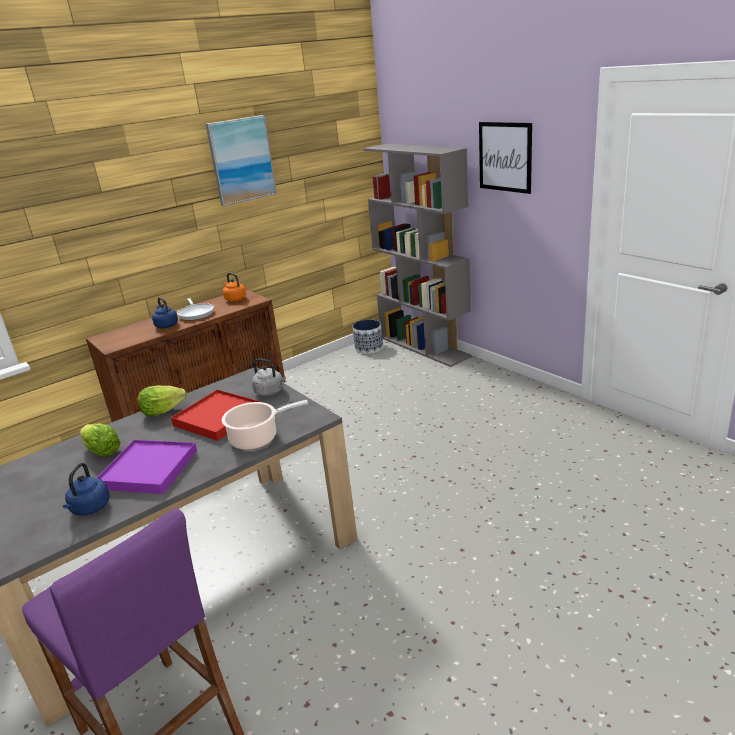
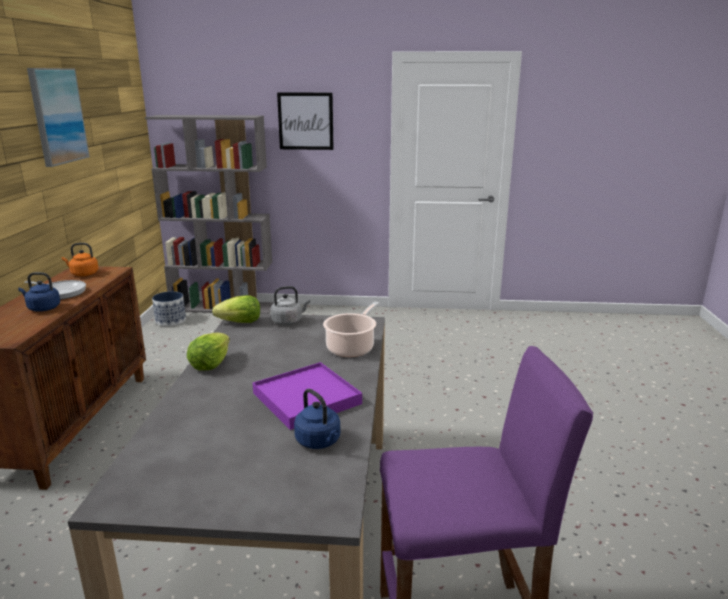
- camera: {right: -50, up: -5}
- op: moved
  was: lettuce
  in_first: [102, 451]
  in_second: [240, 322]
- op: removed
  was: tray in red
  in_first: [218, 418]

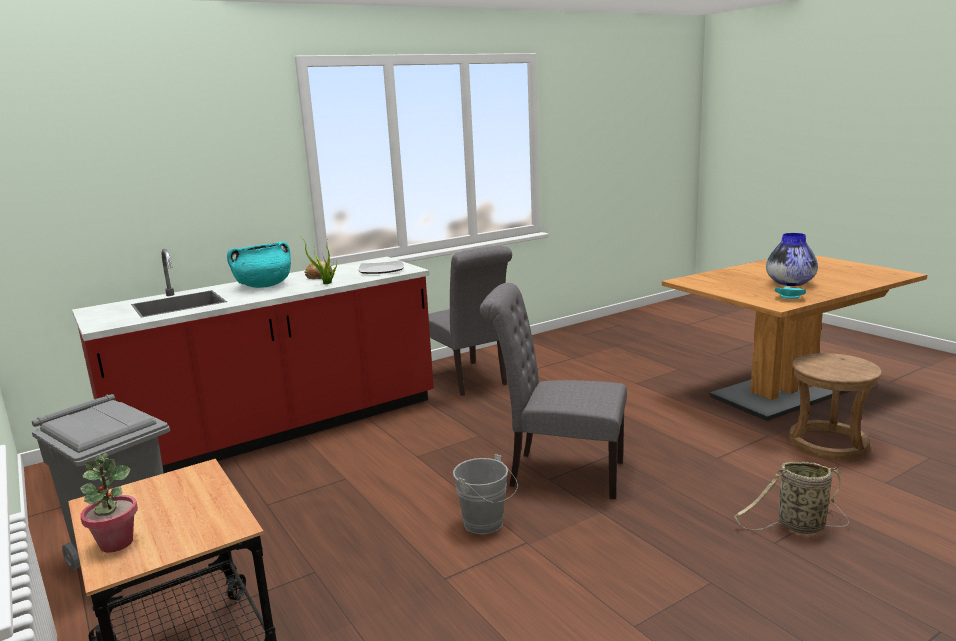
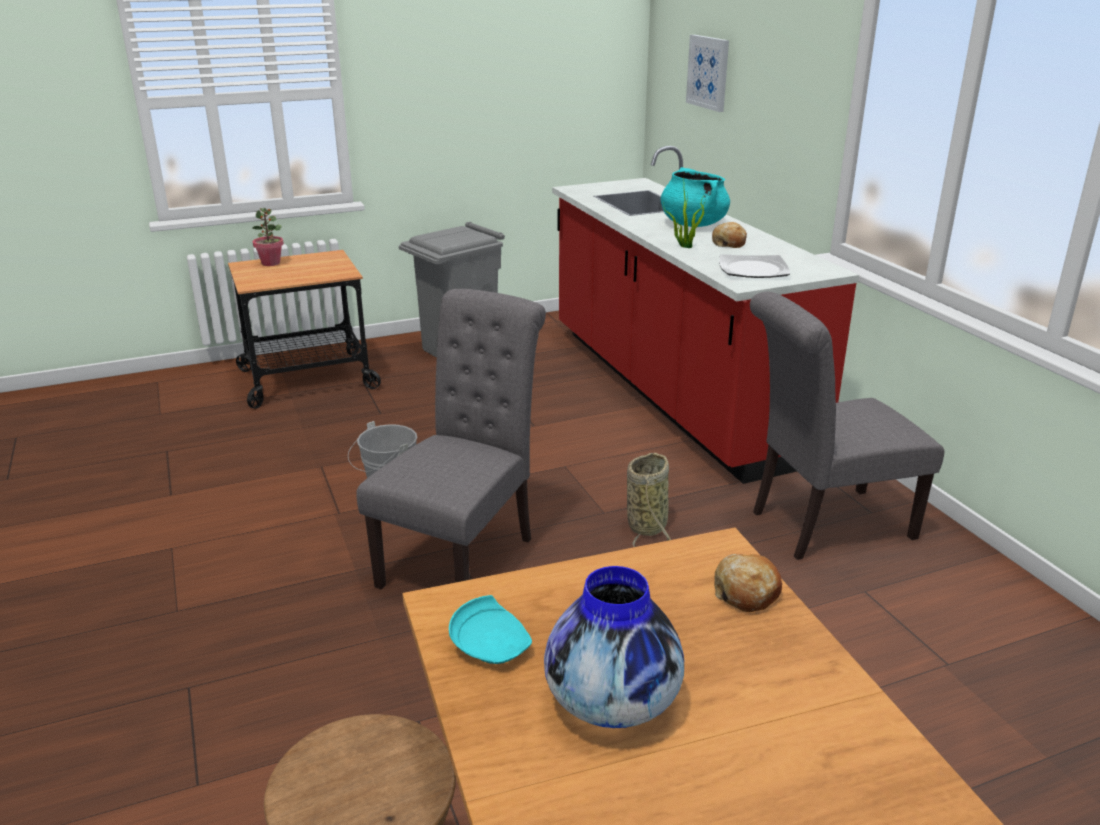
- camera: {right: 100, up: 10}
- op: moved
  was: basket
  in_first: [797, 526]
  in_second: [647, 524]
- op: added
  now: picture
  in_second: [708, 72]
- op: added
  now: bread
  in_second: [746, 592]

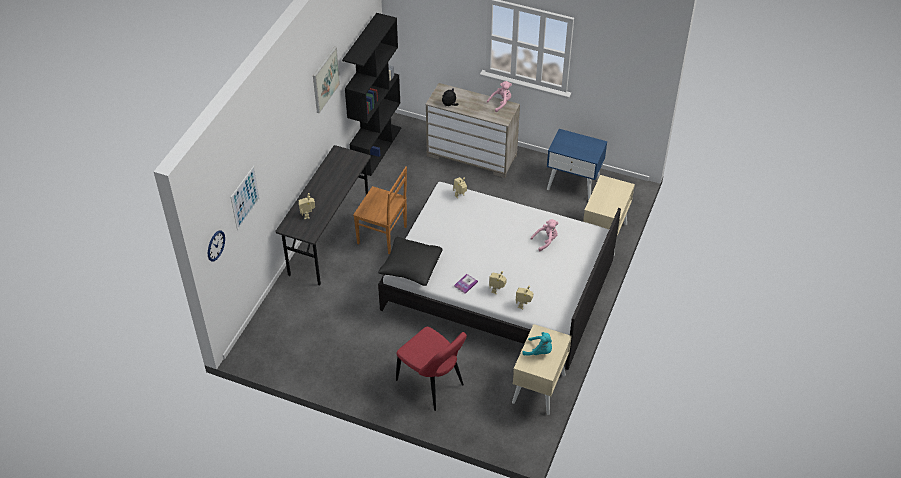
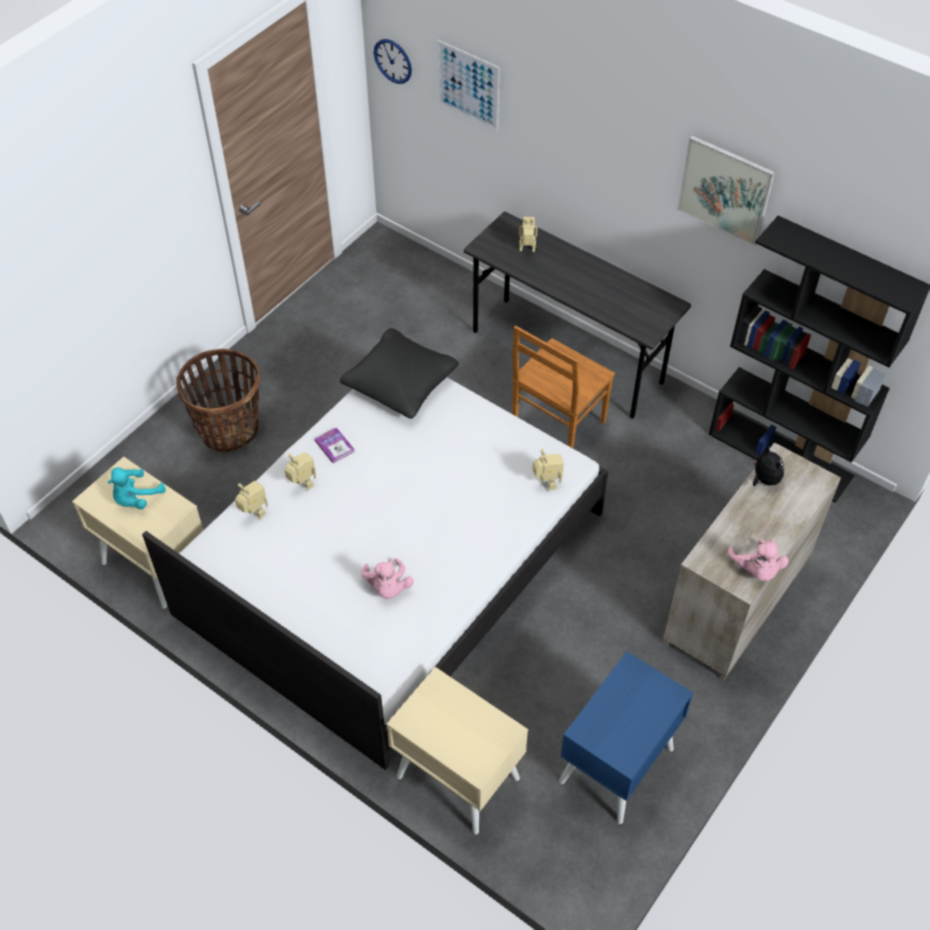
- camera: {right: 105, up: 5}
- op: replaced
  was: chair in red
  now: basket
  in_first: [432, 384]
  in_second: [229, 429]

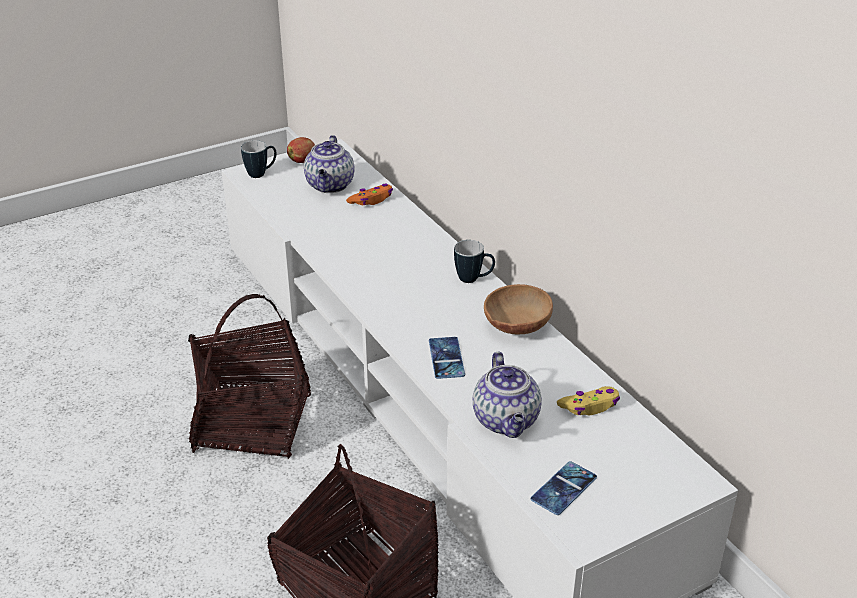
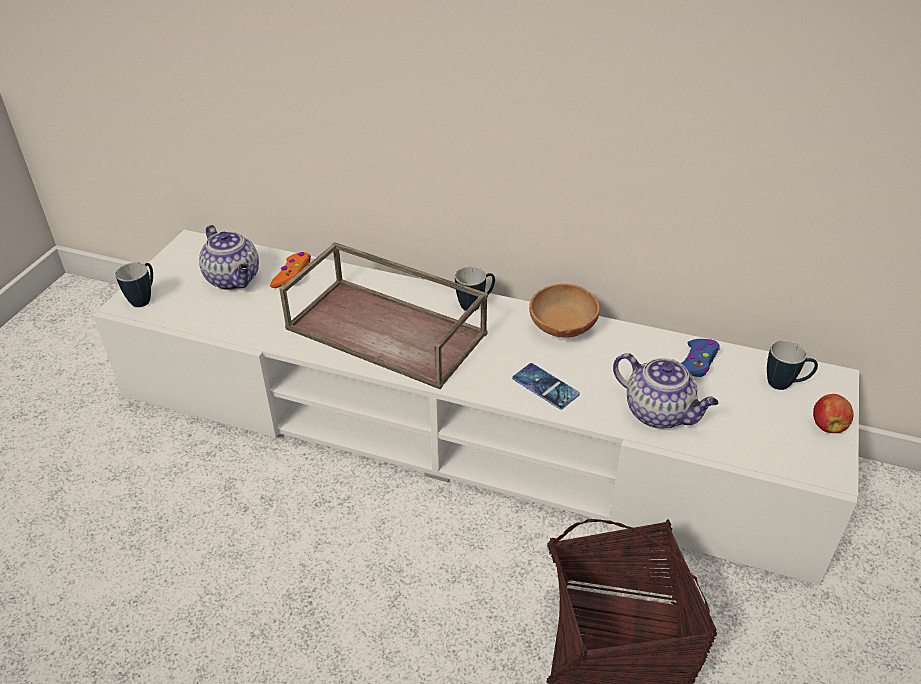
- camera: {right: -40, up: 5}
- op: removed
  was: basket
  in_first: [253, 423]
- op: moved
  was: apple
  in_first: [302, 161]
  in_second: [827, 425]
- op: removed
  was: phone
  in_first: [564, 488]
- op: recoloured
  was: game controller in yellow
  now: game controller in blue
  in_first: [590, 406]
  in_second: [695, 364]
- op: added
  now: tray in brown
  in_second: [389, 330]
- op: added
  now: mug
  in_second: [785, 384]

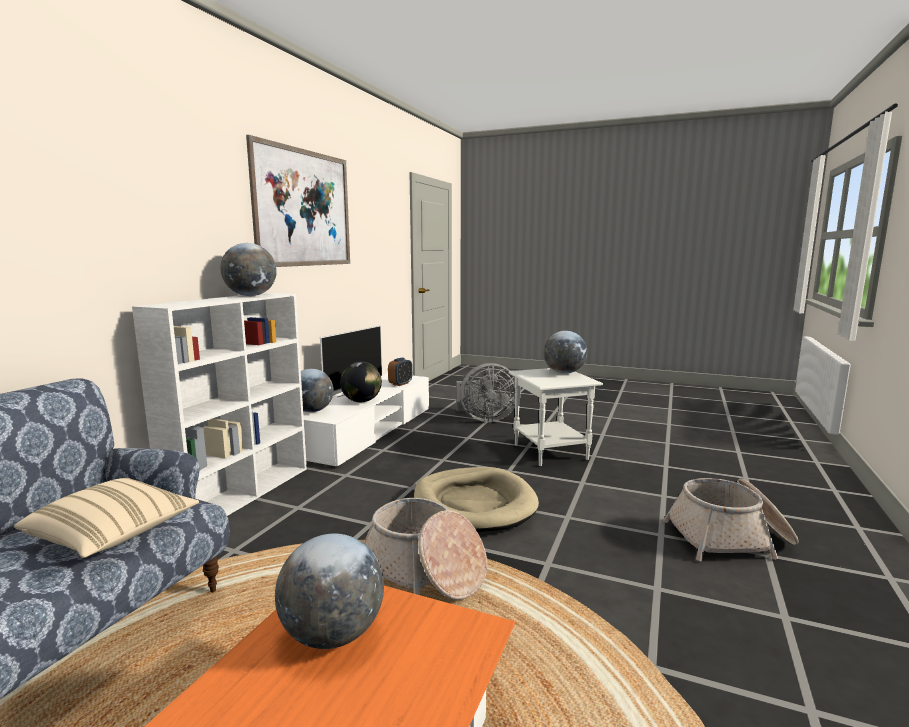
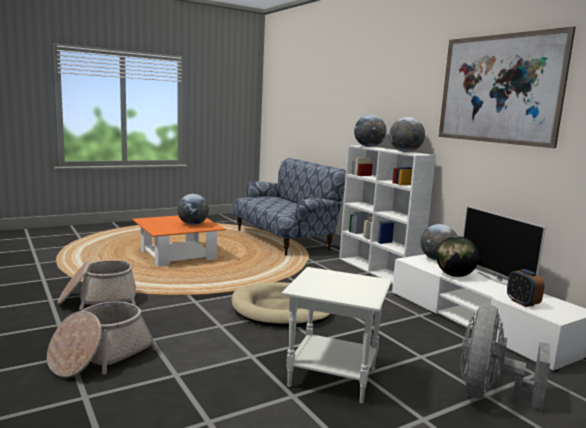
- camera: {right: 125, up: 0}
- op: removed
  was: pillow in beige
  in_first: [113, 536]
- op: moved
  was: basket
  in_first: [424, 571]
  in_second: [99, 299]
- op: moved
  was: globe
  in_first: [564, 372]
  in_second: [368, 147]

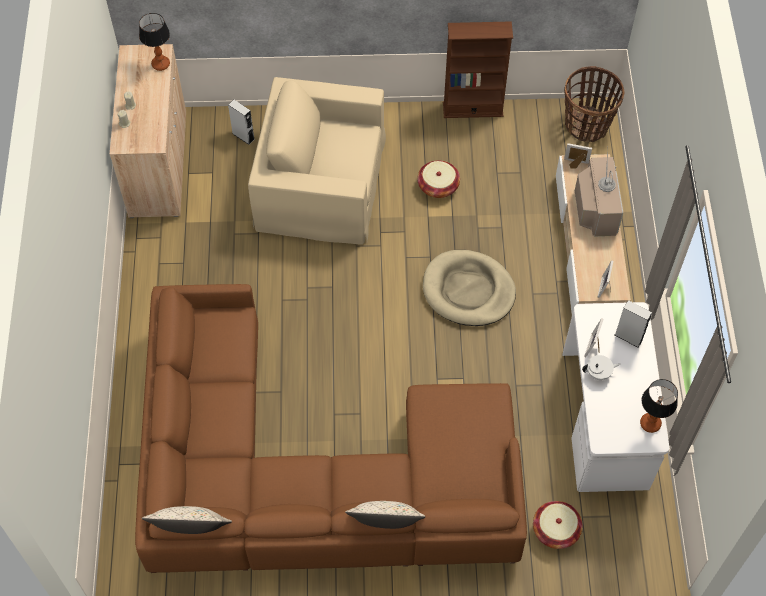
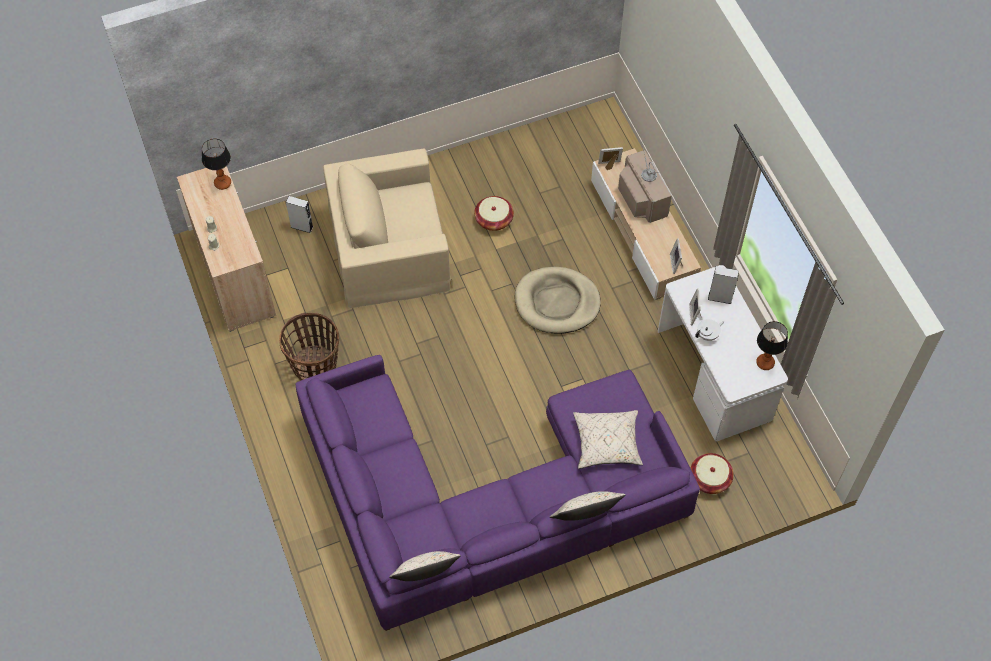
- camera: {right: -20, up: 0}
- op: recoloured
  was: sofa in brown
  now: sofa in purple
  in_first: [310, 474]
  in_second: [487, 501]
- op: removed
  was: bookcase in brown
  in_first: [472, 109]
- op: moved
  was: basket
  in_first: [587, 125]
  in_second: [315, 366]
- op: added
  now: pillow in beige
  in_second: [607, 443]

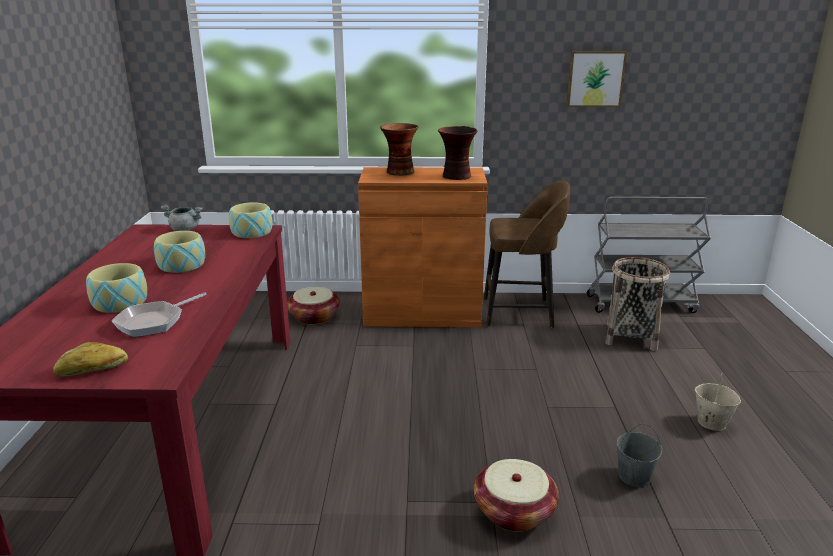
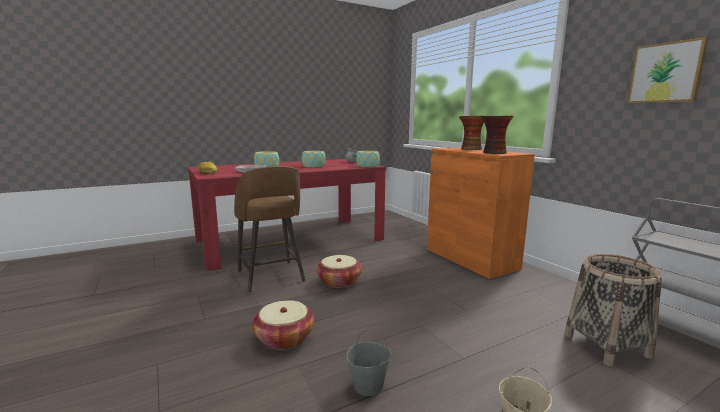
- camera: {right: 60, up: -10}
- op: moved
  was: basket
  in_first: [314, 317]
  in_second: [339, 281]
- op: moved
  was: stool in brown
  in_first: [520, 313]
  in_second: [271, 277]

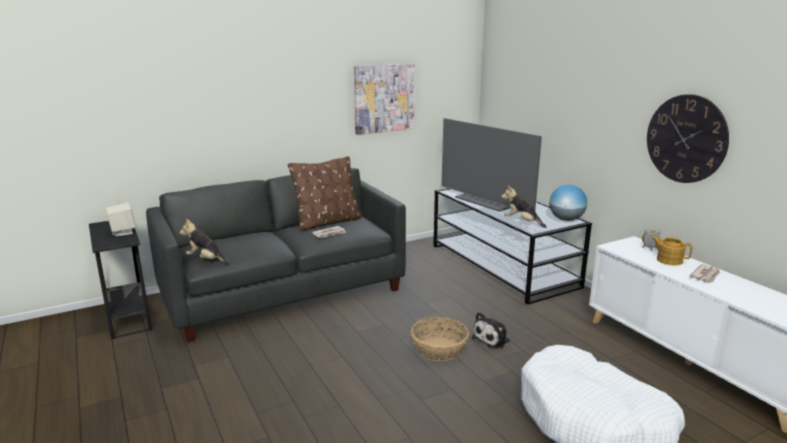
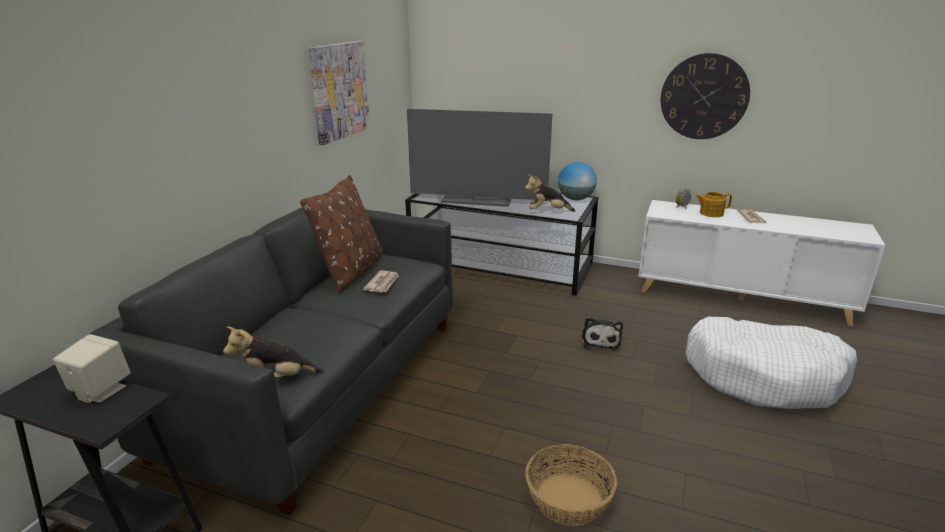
- camera: {right: -40, up: 5}
- op: moved
  was: basket
  in_first: [439, 349]
  in_second: [568, 499]

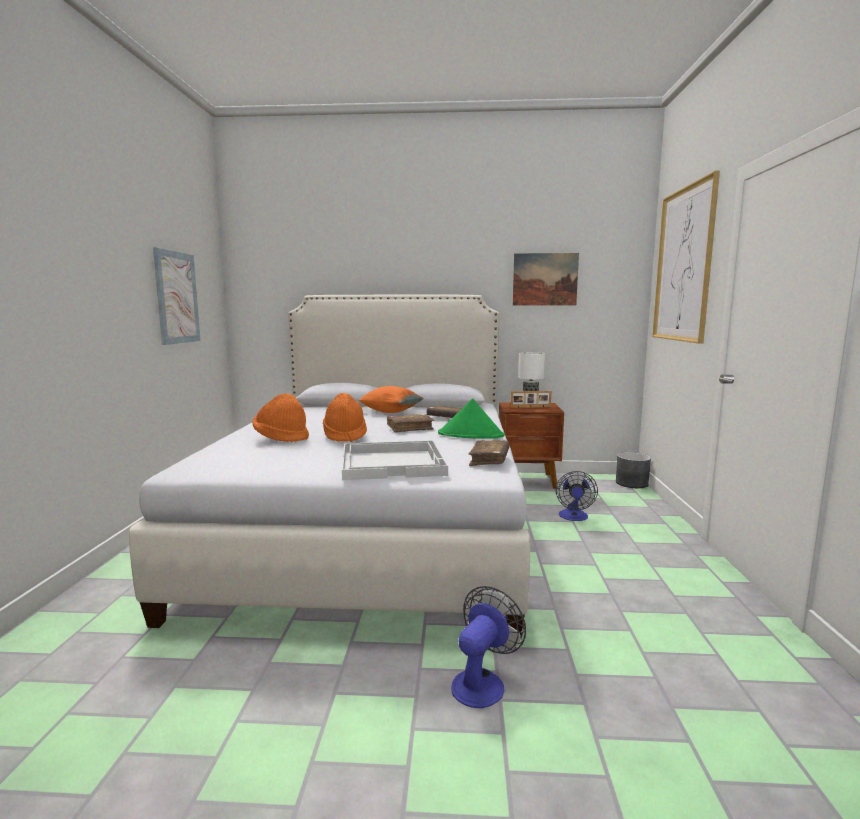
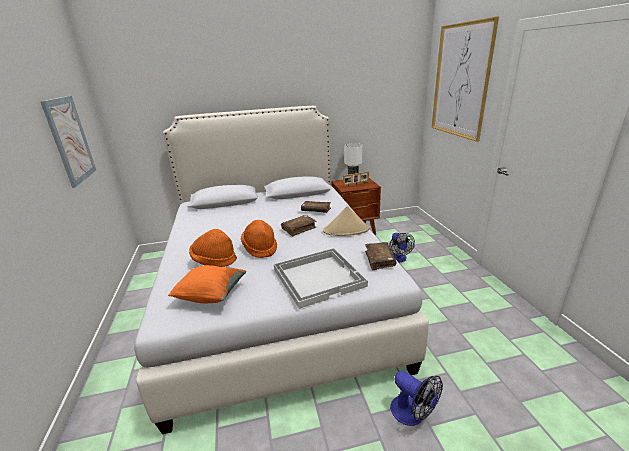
- camera: {right: -15, up: 15}
- op: moved
  was: pillow in orange
  in_first: [391, 412]
  in_second: [211, 295]
- op: recoloured
  was: hat in green
  now: hat in beige
  in_first: [471, 435]
  in_second: [346, 230]
- op: turned
  was: fan
  in_first: [482, 682]
  in_second: [413, 414]
  clockwise: 120
- op: removed
  was: picture
  in_first: [545, 279]
- op: removed
  was: planter in grey
  in_first: [632, 483]

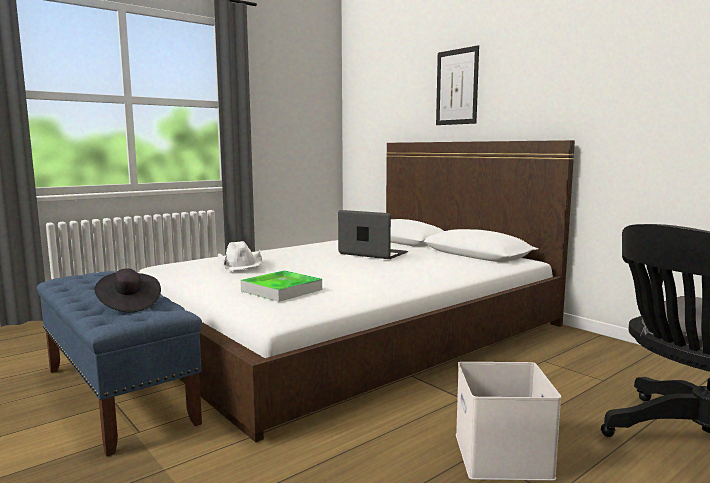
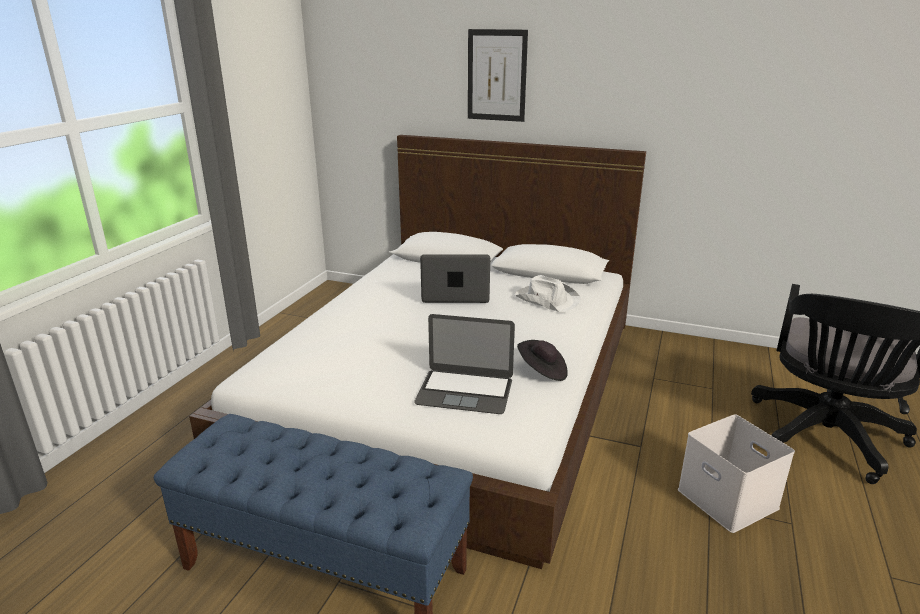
- camera: {right: -30, up: 15}
- op: moved
  was: hat in black
  in_first: [128, 305]
  in_second: [542, 371]
- op: moved
  was: hat in white
  in_first: [241, 264]
  in_second: [546, 299]
- op: replaced
  was: tray
  now: laptop
  in_first: [281, 290]
  in_second: [465, 391]

